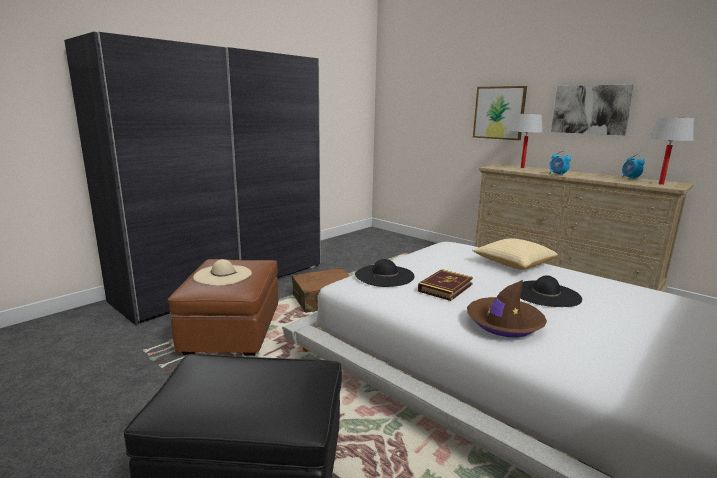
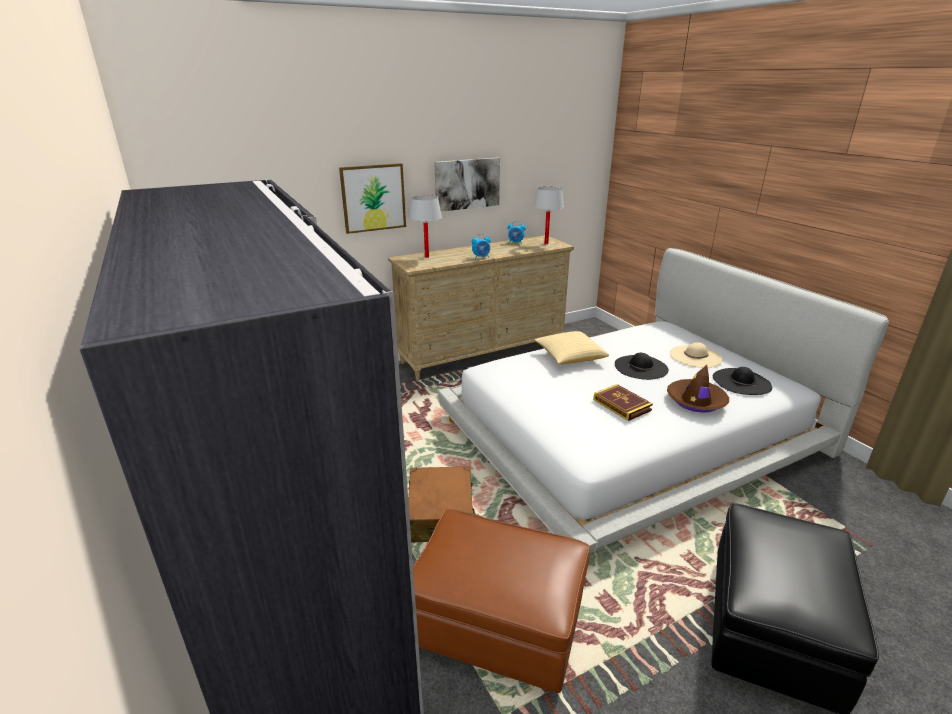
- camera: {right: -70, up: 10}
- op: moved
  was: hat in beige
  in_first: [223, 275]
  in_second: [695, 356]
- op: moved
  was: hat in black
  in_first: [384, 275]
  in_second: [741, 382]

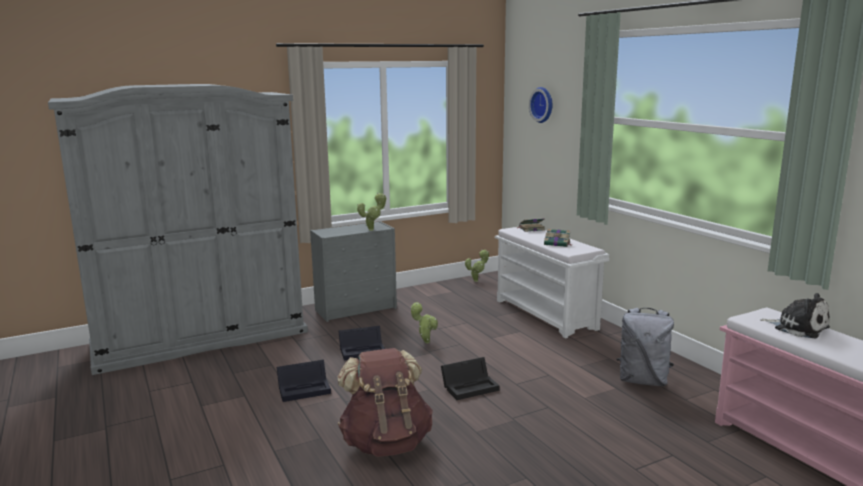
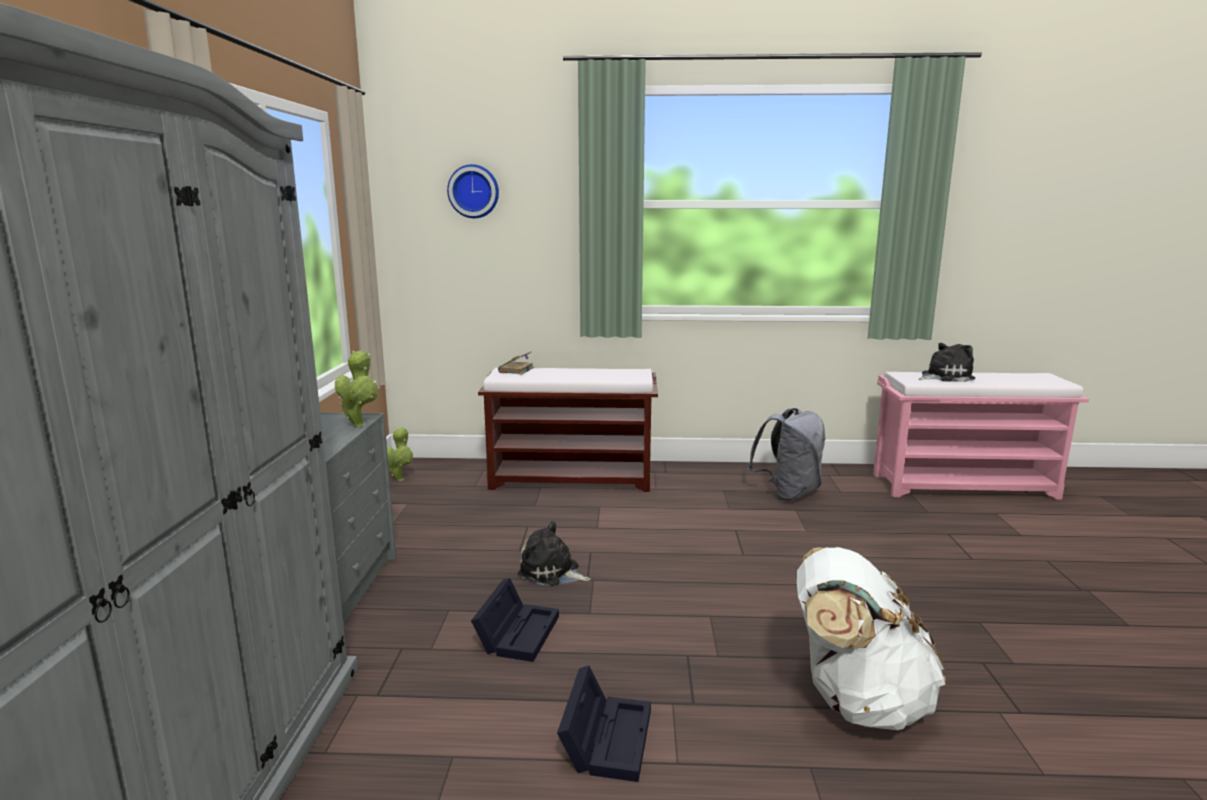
- camera: {right: -60, up: 0}
- op: recoloured
  was: backpack in brown
  now: backpack in white
  in_first: [386, 443]
  in_second: [856, 700]
- op: replaced
  was: potted plant
  now: plush toy
  in_first: [425, 342]
  in_second: [551, 573]
- op: removed
  was: storage box in black
  in_first: [471, 386]
- op: recoloured
  was: bench in white
  now: bench in brown
  in_first: [546, 314]
  in_second: [572, 479]
- op: removed
  was: book
  in_first: [557, 243]

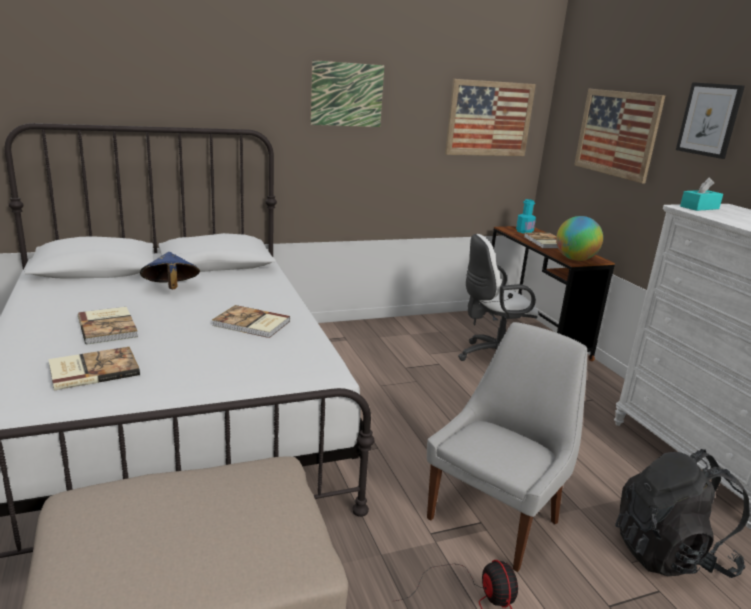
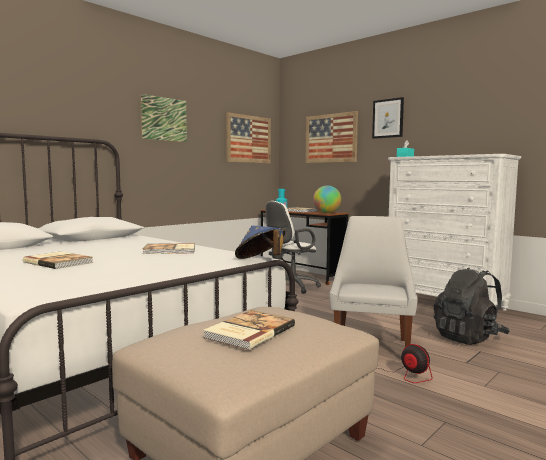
- camera: {right: -25, up: -15}
- op: moved
  was: book
  in_first: [93, 370]
  in_second: [248, 332]
- op: moved
  was: hat in blue
  in_first: [170, 289]
  in_second: [260, 260]

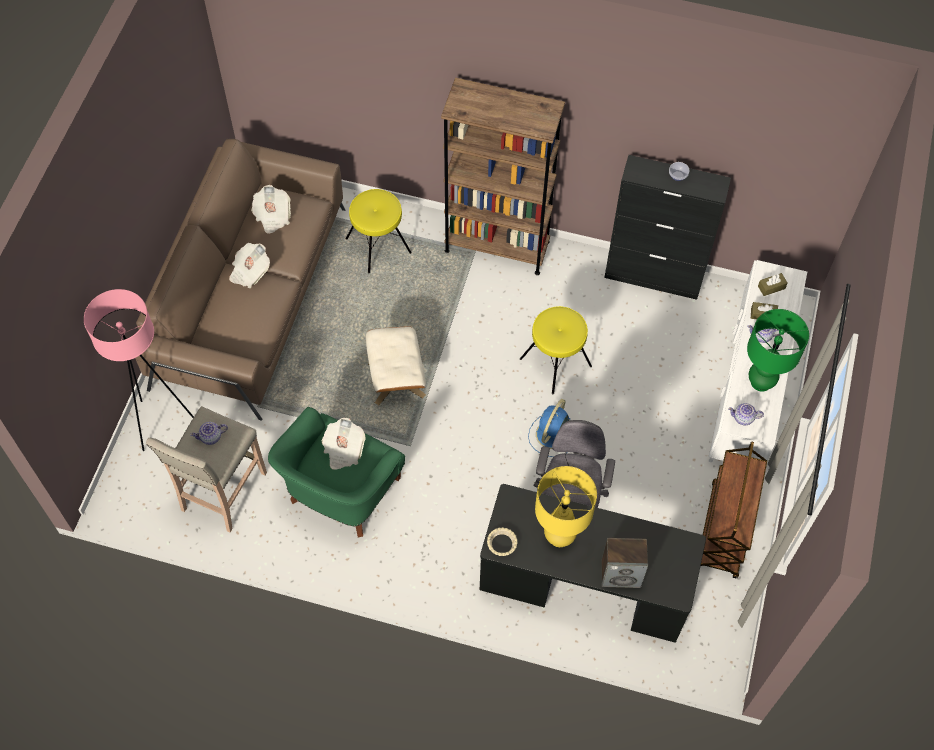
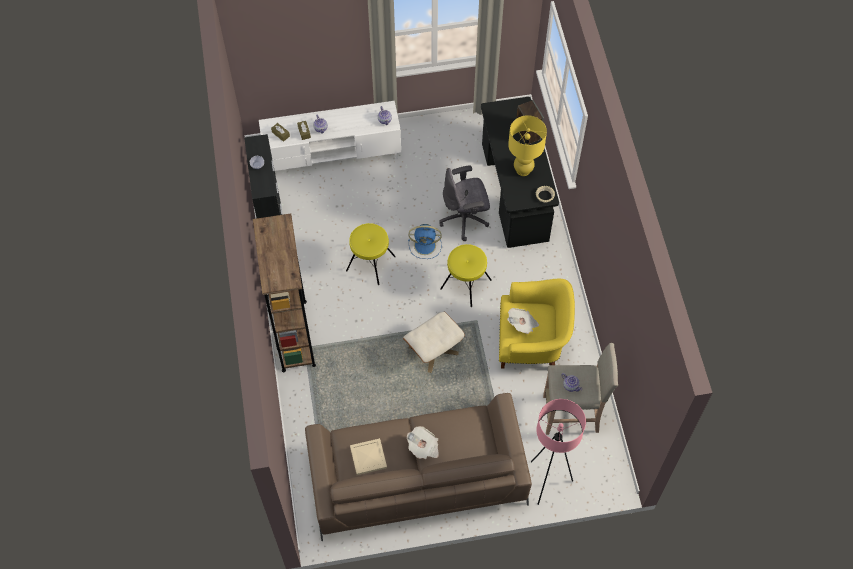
- camera: {right: -115, up: 0}
- op: replaced
  was: newspaper
  now: tray in beige
  in_first: [272, 216]
  in_second: [368, 457]
- op: recoloured
  was: armchair in green
  now: armchair in yellow
  in_first: [341, 493]
  in_second: [532, 344]
- op: moved
  was: stool in yellow
  in_first: [378, 246]
  in_second: [466, 284]
- op: removed
  was: cart in brown
  in_first: [724, 530]
- op: removed
  was: table lamp in green
  in_first: [761, 382]

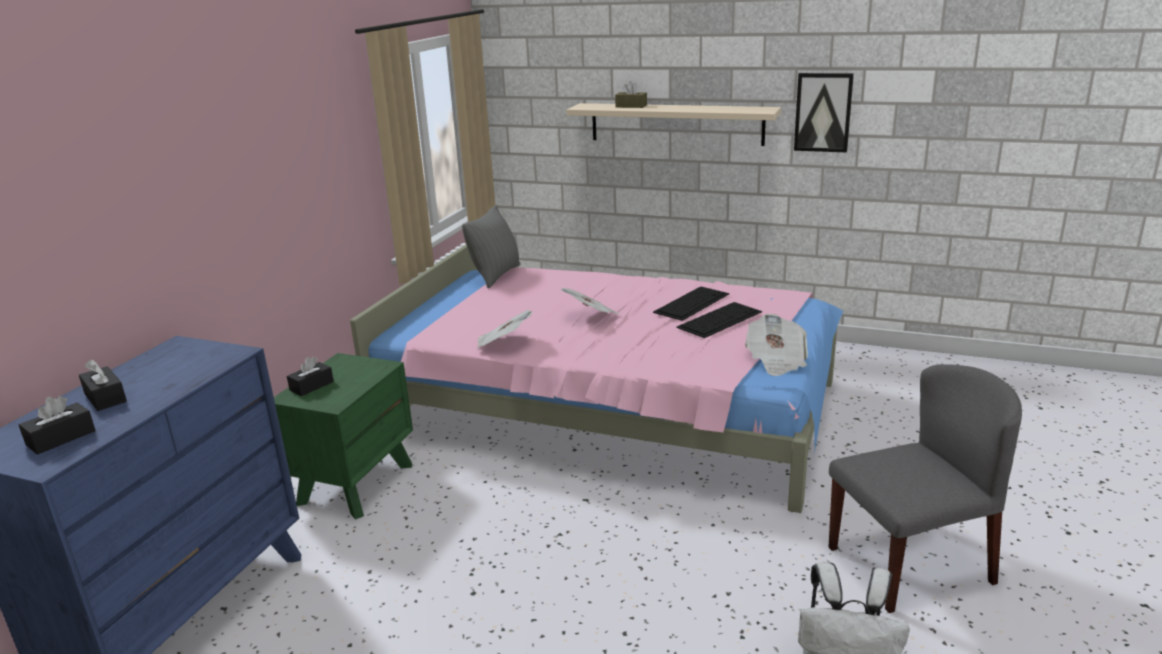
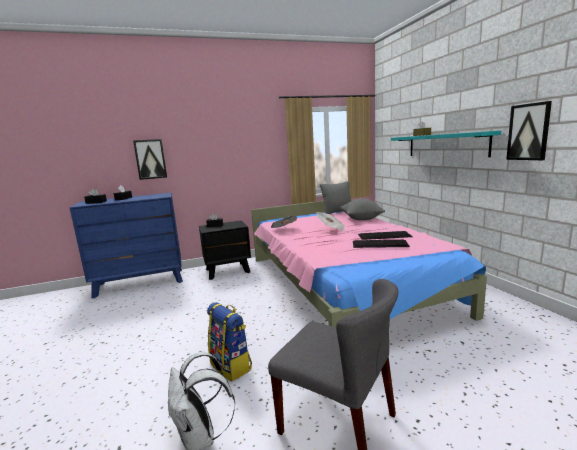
- camera: {right: 50, up: -10}
- op: recoloured
  was: nightstand in green
  now: nightstand in black
  in_first: [355, 483]
  in_second: [228, 270]
- op: recoloured
  was: shelf in beige
  now: shelf in turquoise
  in_first: [676, 124]
  in_second: [445, 145]
- op: removed
  was: newspaper
  in_first: [776, 361]
- op: added
  now: picture
  in_second: [150, 159]
- op: added
  now: backpack
  in_second: [231, 366]
- op: added
  now: pillow in grey
  in_second: [361, 219]

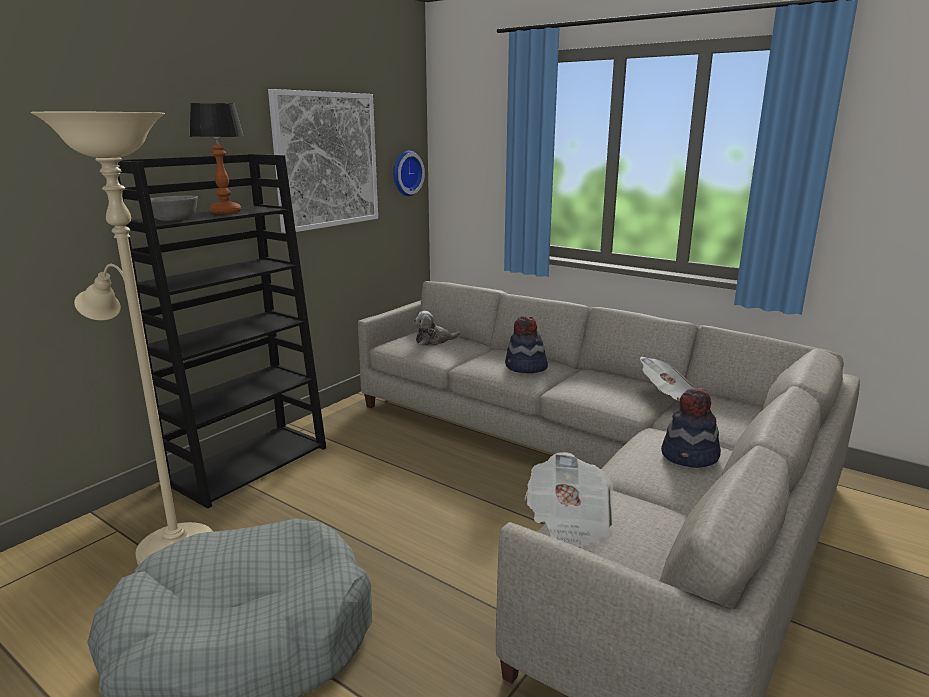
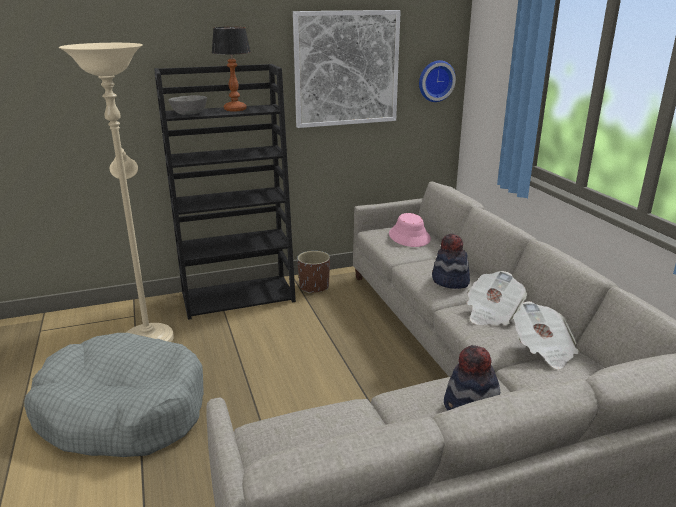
- camera: {right: 35, up: 5}
- op: replaced
  was: plush toy
  now: hat in pink
  in_first: [434, 341]
  in_second: [409, 237]
- op: moved
  was: newspaper
  in_first: [569, 523]
  in_second: [492, 313]
- op: added
  now: planter in brown
  in_second: [314, 287]

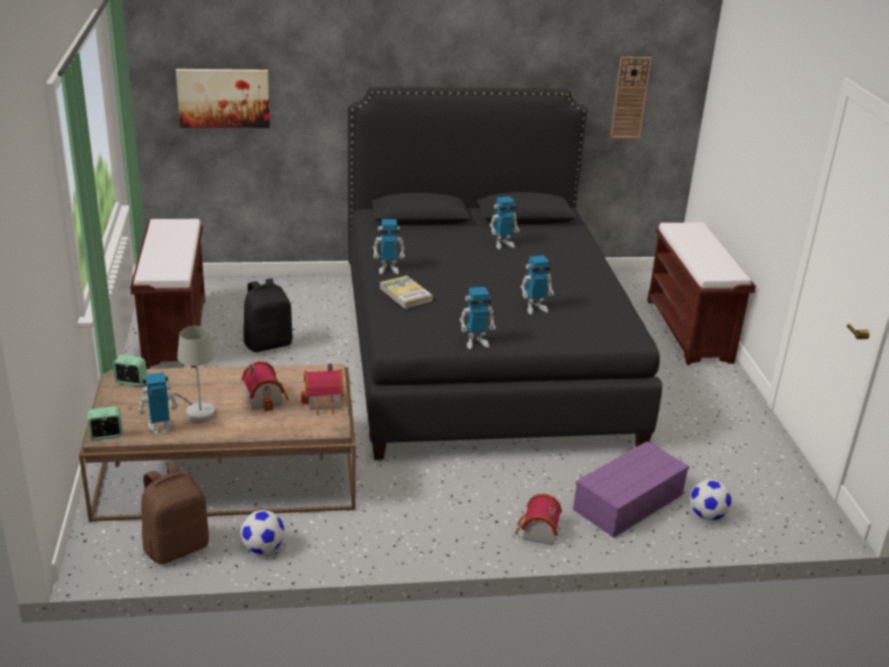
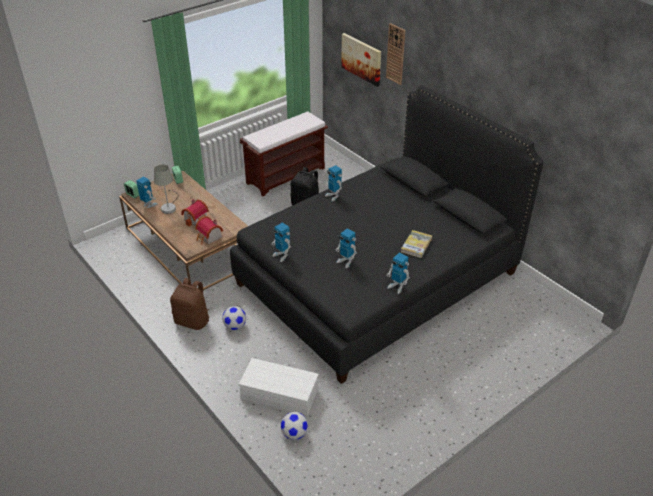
- camera: {right: 60, up: 10}
- op: moved
  was: backpack in brown
  in_first: [176, 547]
  in_second: [193, 321]
- op: moved
  was: football
  in_first: [263, 548]
  in_second: [235, 326]
- op: moved
  was: book
  in_first: [405, 294]
  in_second: [416, 245]
- op: moved
  was: toy robot
  in_first: [503, 244]
  in_second: [397, 286]
- op: removed
  was: toy house
  in_first: [537, 533]
- op: recoloured
  was: storage box in purple
  now: storage box in white
  in_first: [628, 500]
  in_second: [281, 393]
- op: moved
  was: wall clock
  in_first: [630, 98]
  in_second: [396, 54]
- op: removed
  was: bench in brown
  in_first: [689, 331]

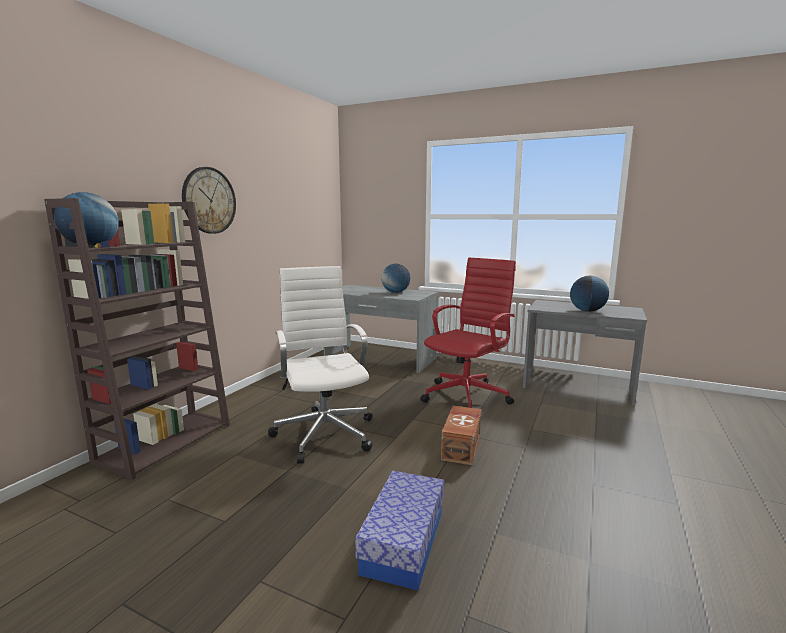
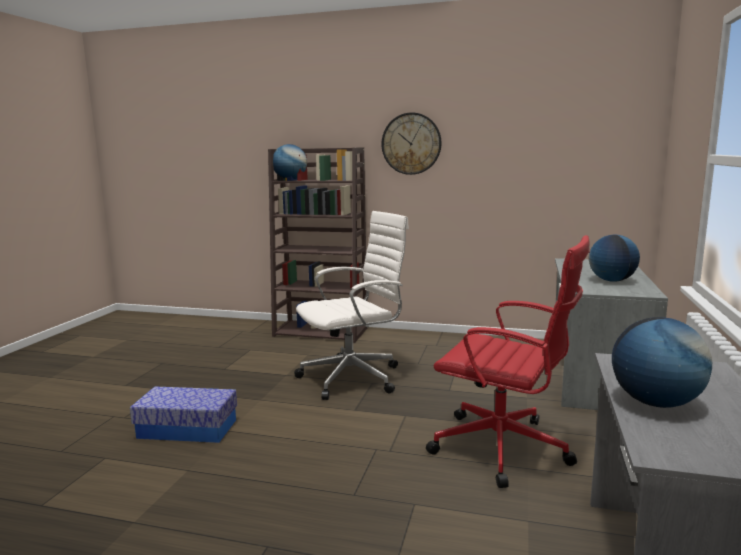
- camera: {right: 80, up: 0}
- op: removed
  was: storage box in brown
  in_first: [462, 446]

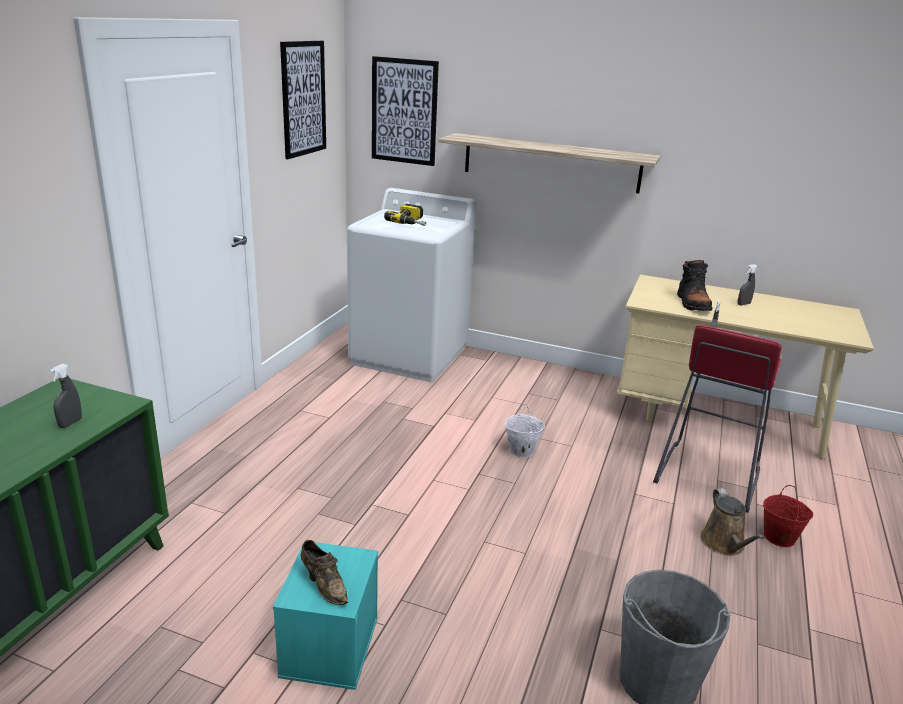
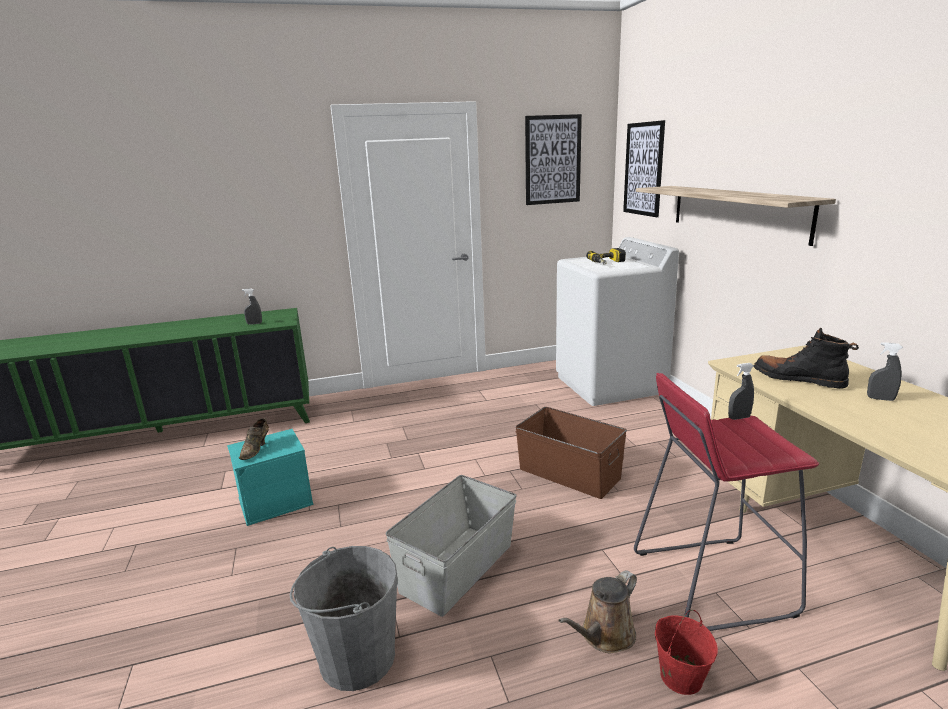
- camera: {right: 55, up: -5}
- op: replaced
  was: bucket in white
  now: storage box in brown
  in_first: [521, 450]
  in_second: [569, 473]
- op: turned
  was: boot in black
  in_first: [692, 303]
  in_second: [798, 379]
  clockwise: 75
- op: added
  now: storage box in grey
  in_second: [458, 567]

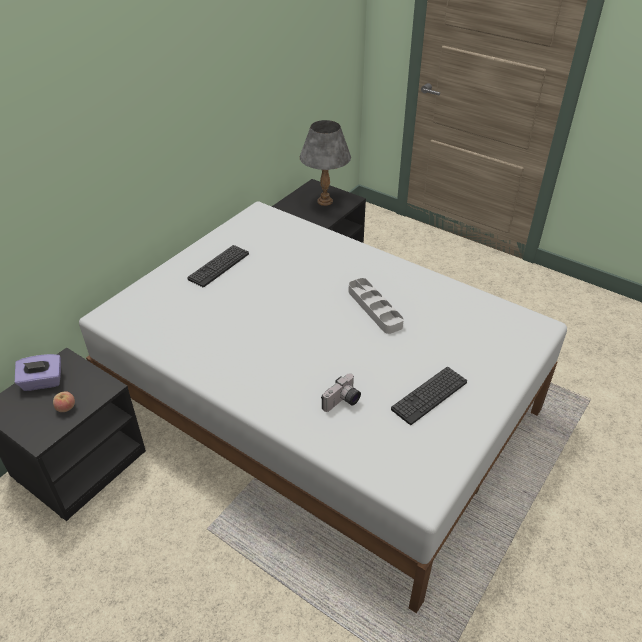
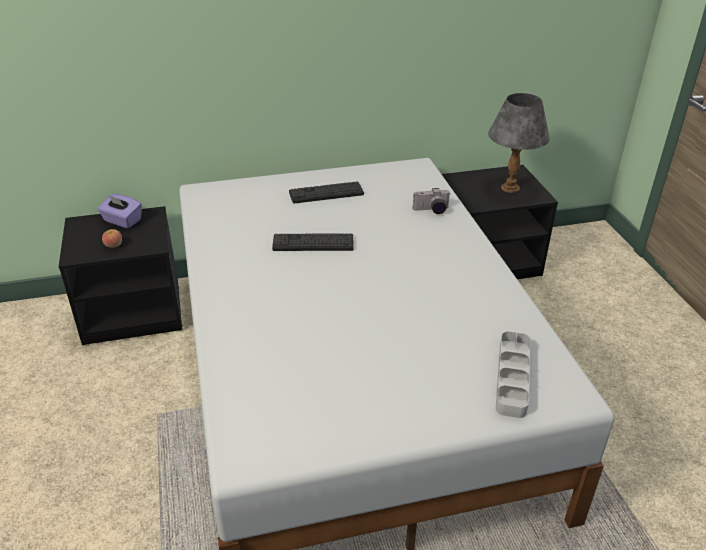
- camera: {right: 40, up: -5}
- op: moved
  was: photo camera
  in_first: [342, 402]
  in_second: [431, 210]
- op: moved
  was: tray in grey
  in_first: [374, 308]
  in_second: [512, 377]
- op: moved
  was: keyboard
  in_first: [429, 395]
  in_second: [313, 243]

